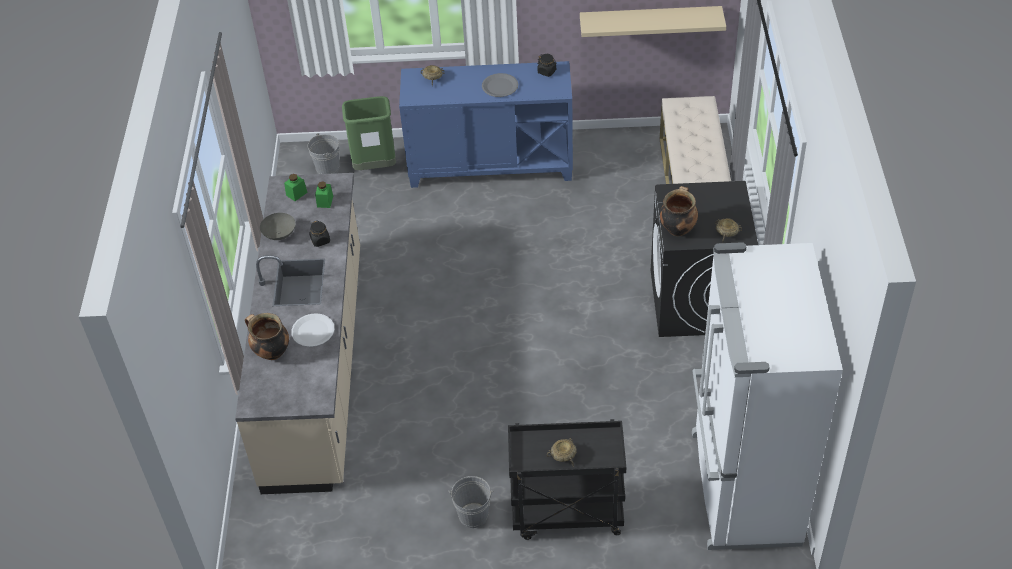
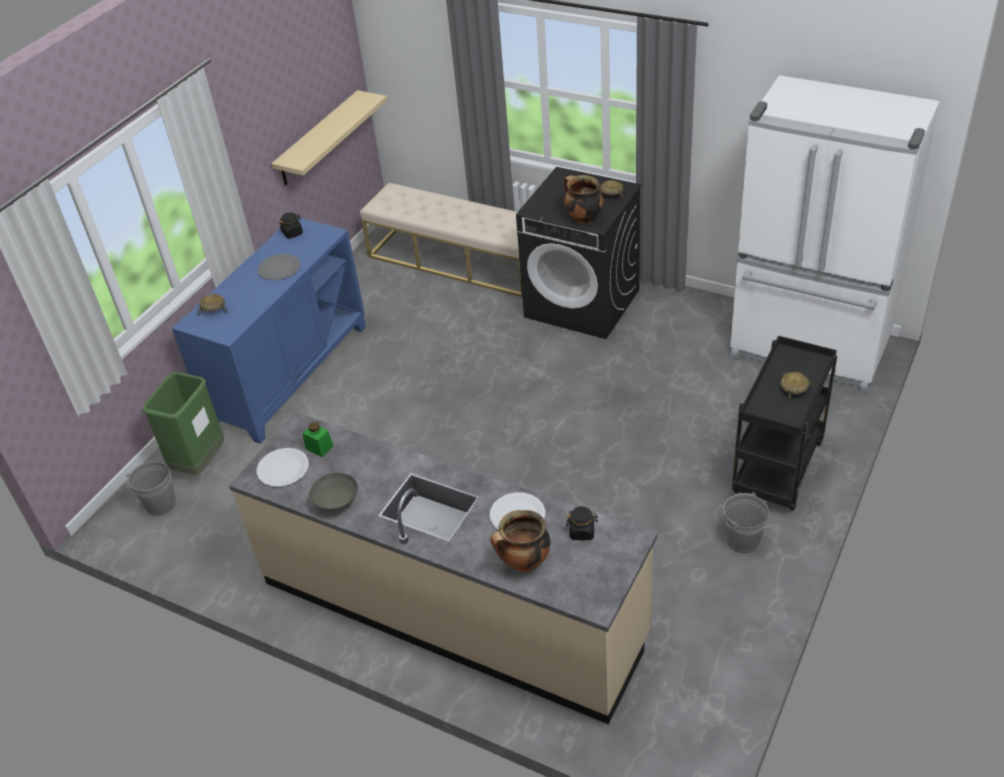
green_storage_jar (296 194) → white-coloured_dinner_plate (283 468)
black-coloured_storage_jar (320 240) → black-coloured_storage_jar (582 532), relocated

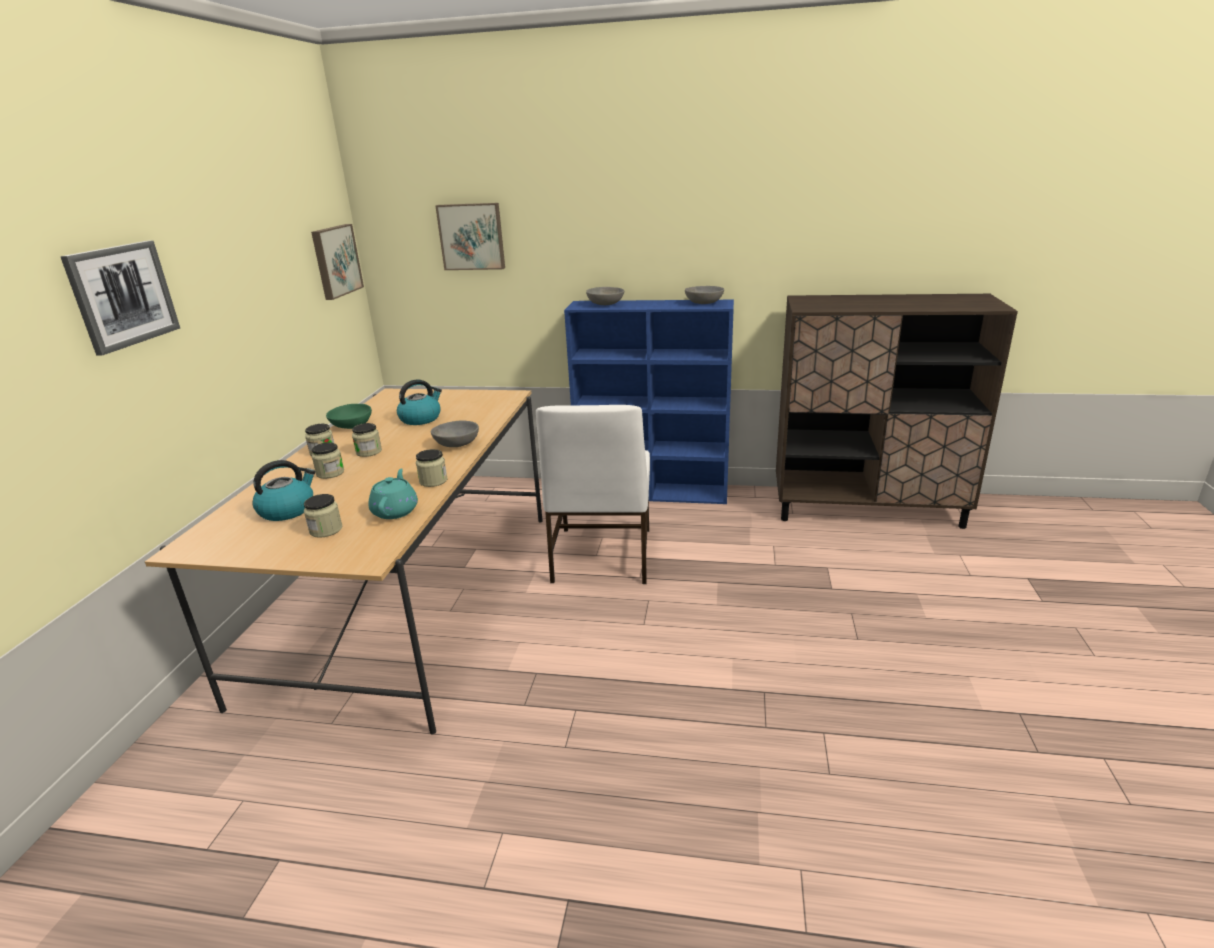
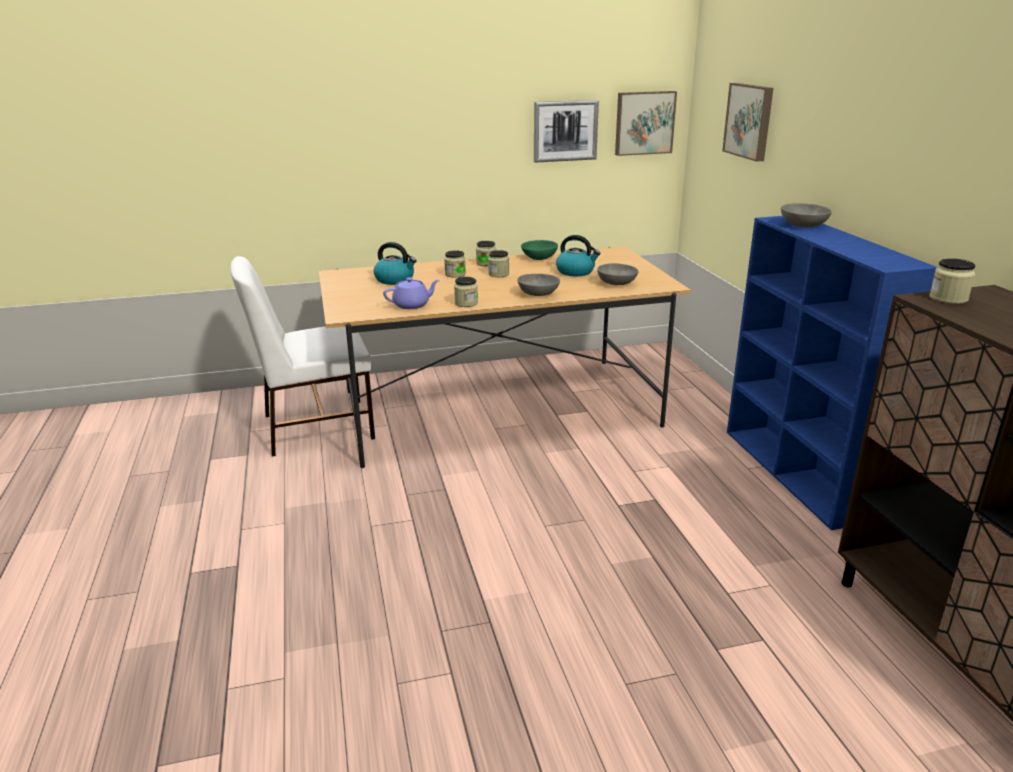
wall_art (122 295) → wall_art (565 131), relocated
gray_deep_dish (704 303) → gray_deep_dish (617 283), relocated
white-coloured_plain_chair (601 556) → white-coloured_plain_chair (315 427), relocated
turquoise_pot_for_tea (395 511) → purple-coloured_pot_for_tea (412 305)
storage_jar (326 530) → storage_jar (948 298), relocated

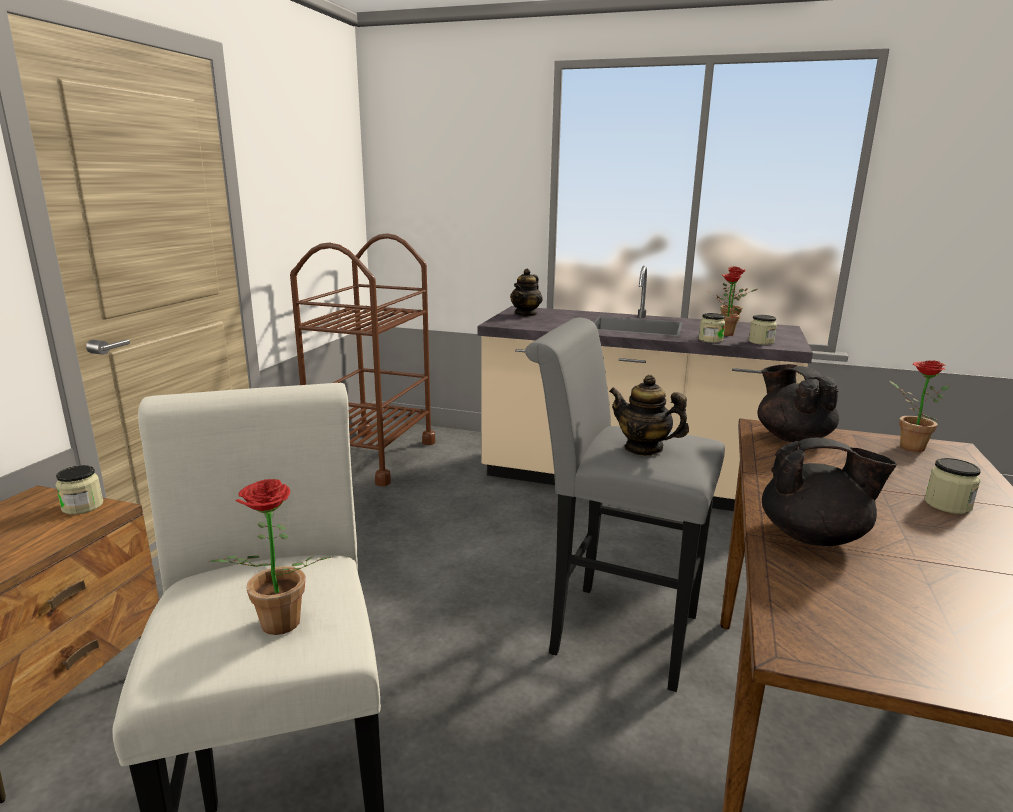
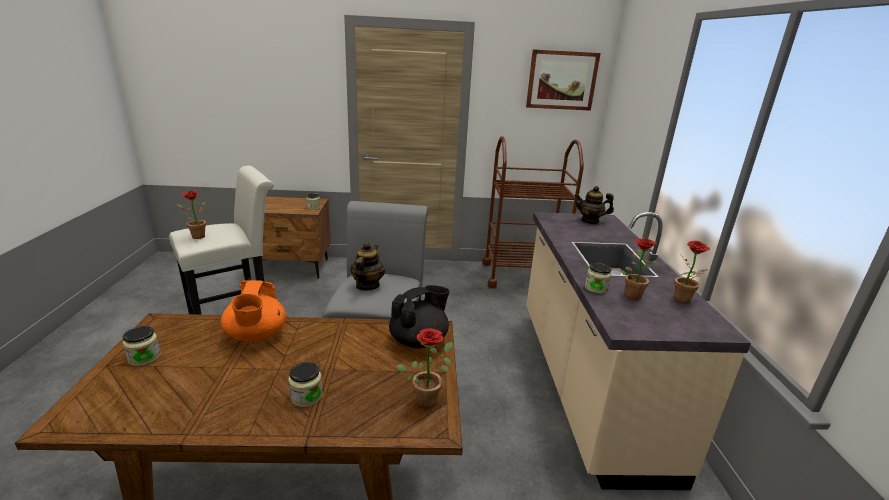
storage_jar (761 342) → storage_jar (144 358), relocated
black-coloured_pot_for_tea (814 536) → orange_pot_for_tea (256 335)
- → wall_art (561 80)

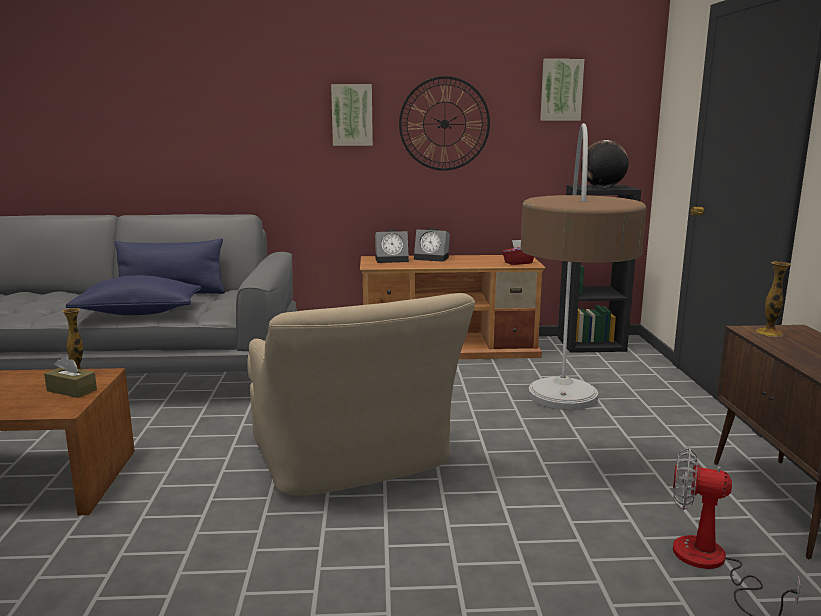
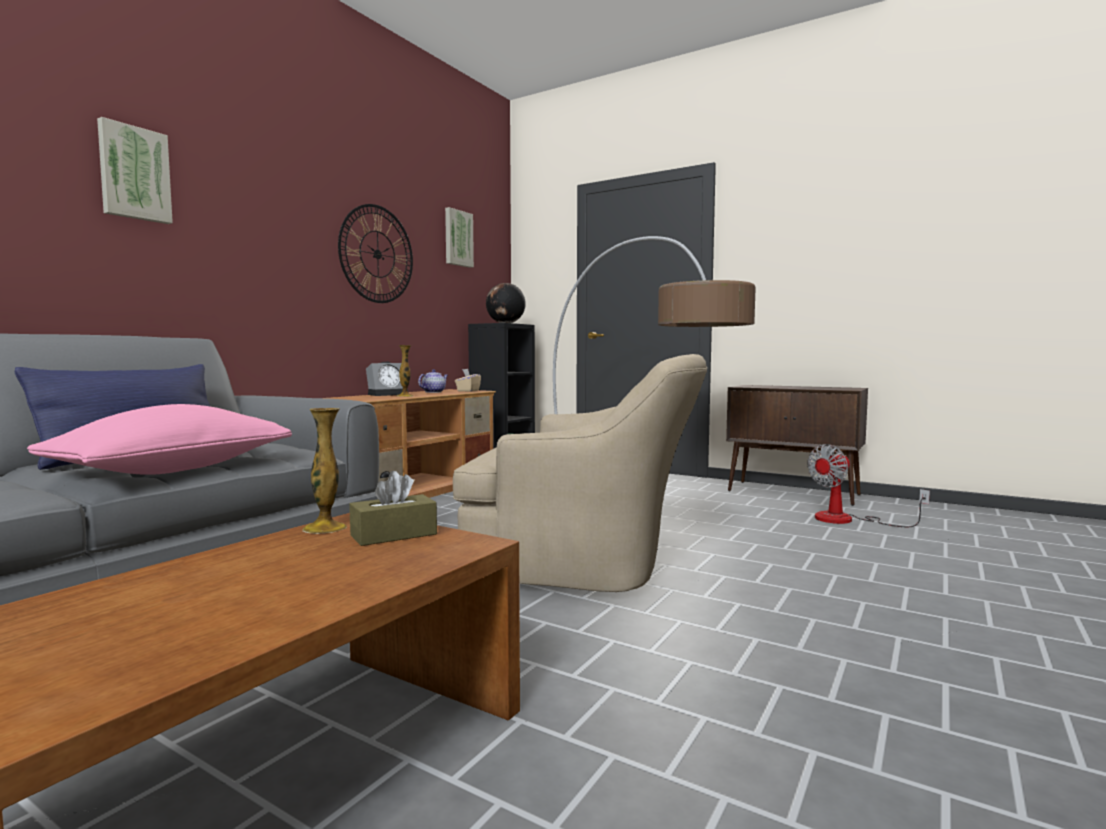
wall_art (352 115) → wall_art (134 173), relocated
bedside_clock (392 260) → -
reddish_tissue_holder (518 263) → sand-coloured_tissue_holder (468 391)
flower_vase (769 332) → flower_vase (404 396), relocated
blue_cushion (138 313) → pink-coloured_cushion (173 470)
- → pot_for_tea (434 392)

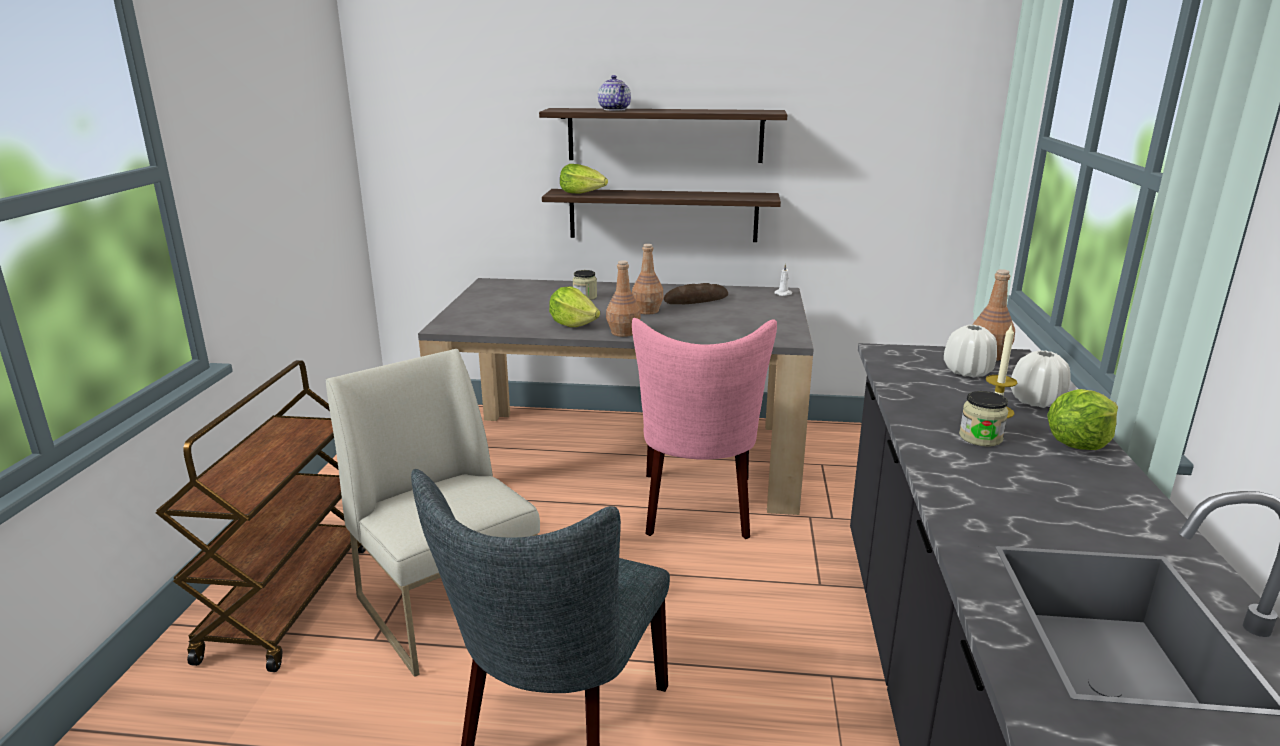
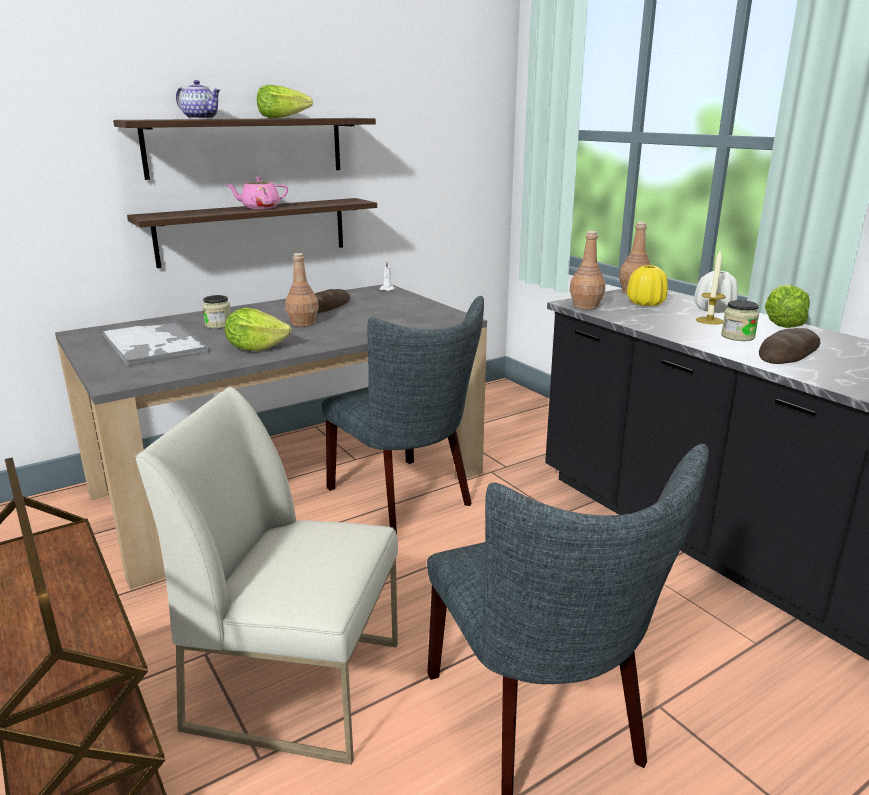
head_of_lettuce (583 193) → head_of_lettuce (283 118), relocated
brown_drink_bottle (623 333) → brown_drink_bottle (585 306), relocated
pink-coloured_plain_chair (697 509) → gray_plain_chair (406 499)
white-coloured_flower_vase (967 372) → yellow_flower_vase (645 303)
- → pink-coloured_pot_for_tea (260 207)
- → serving_tray (154 344)
- → bread (788 353)

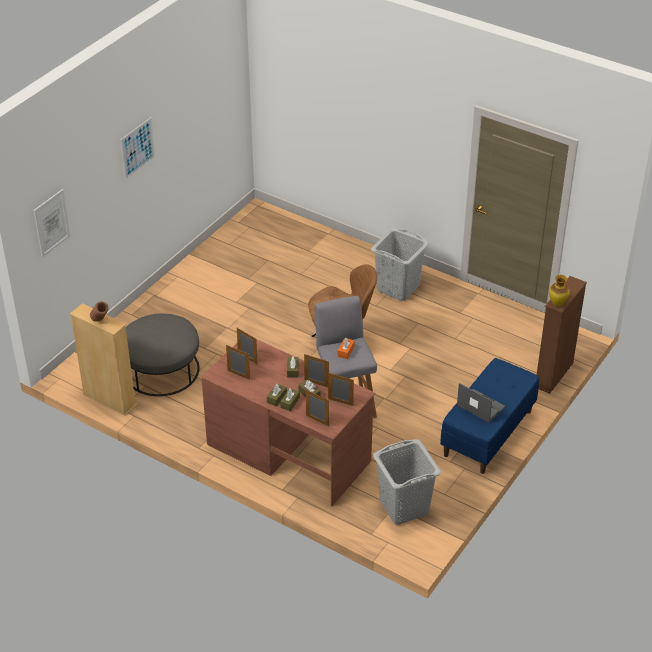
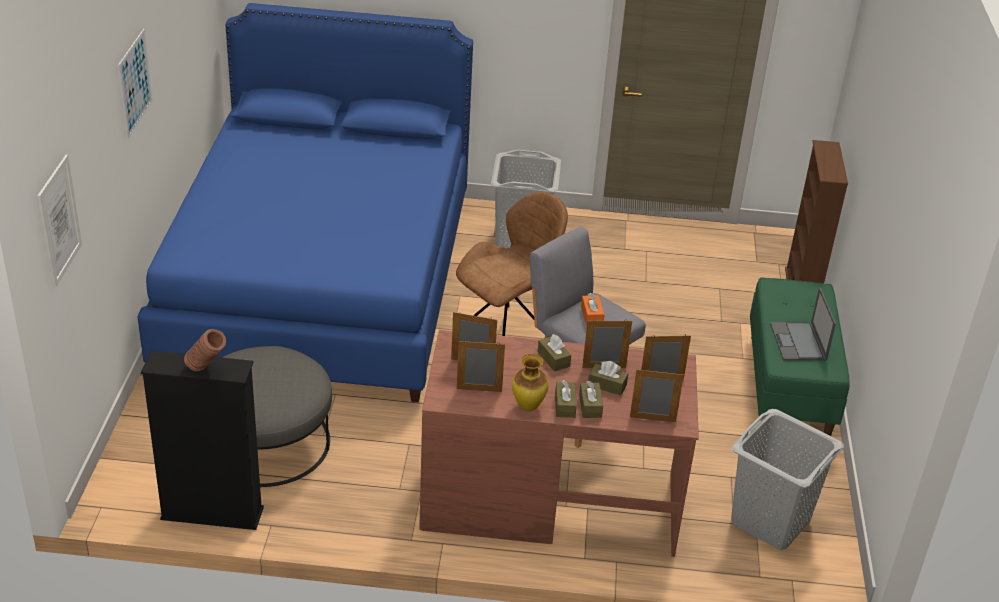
flower_vase (557 304) → flower_vase (529 407), relocated
sand-coloured_bookcase (109 400) → black-coloured_bookcase (212 514)
blue_long_seat (488 433) → green_long_seat (789 387)
portable_computer (480 406) → portable_computer (798 342), 105 degrees counterclockwise
- → blue_sleeping_bed (321 280)

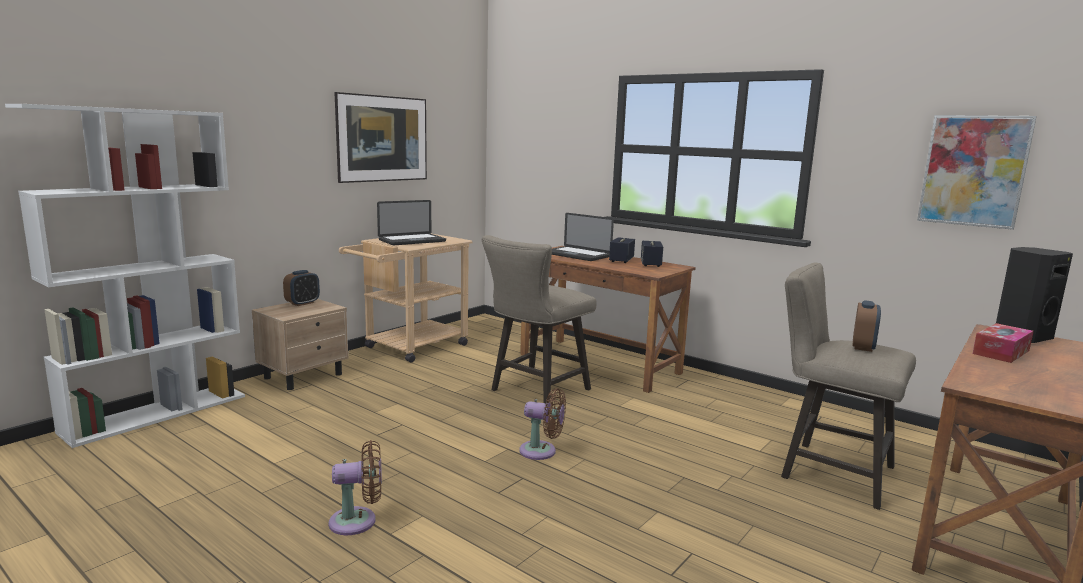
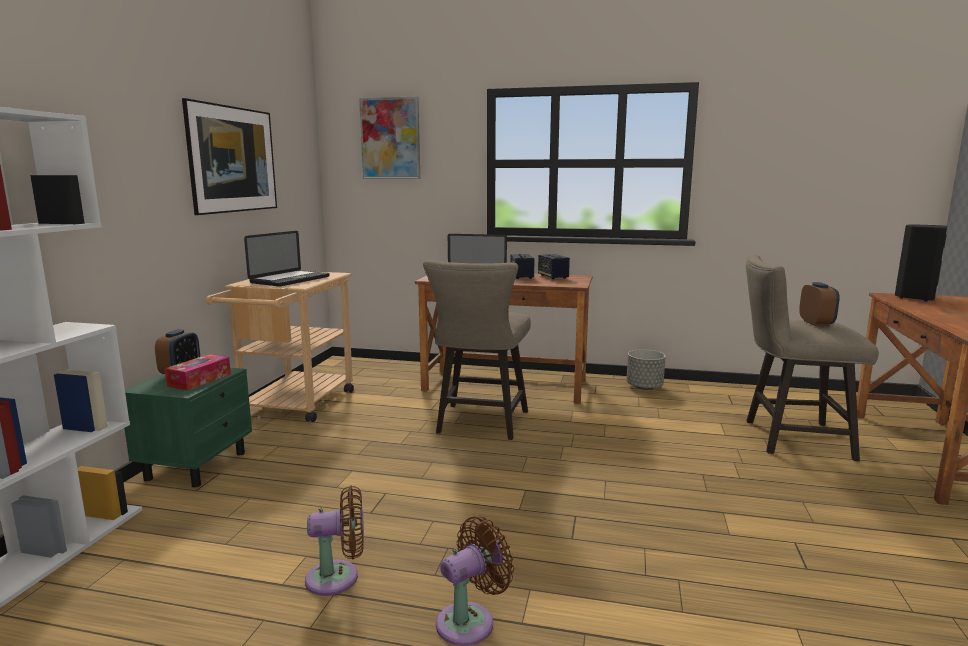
wall_art (973 171) → wall_art (390 138), relocated
sand-coloured_bedside_table (304 376) → green_bedside_table (197 465)
tissue_holder (1001 352) → tissue_holder (199 380), relocated
brown_fan (541 451) → brown_fan (338 578), relocated
- → gray_flower_pot (644 387)

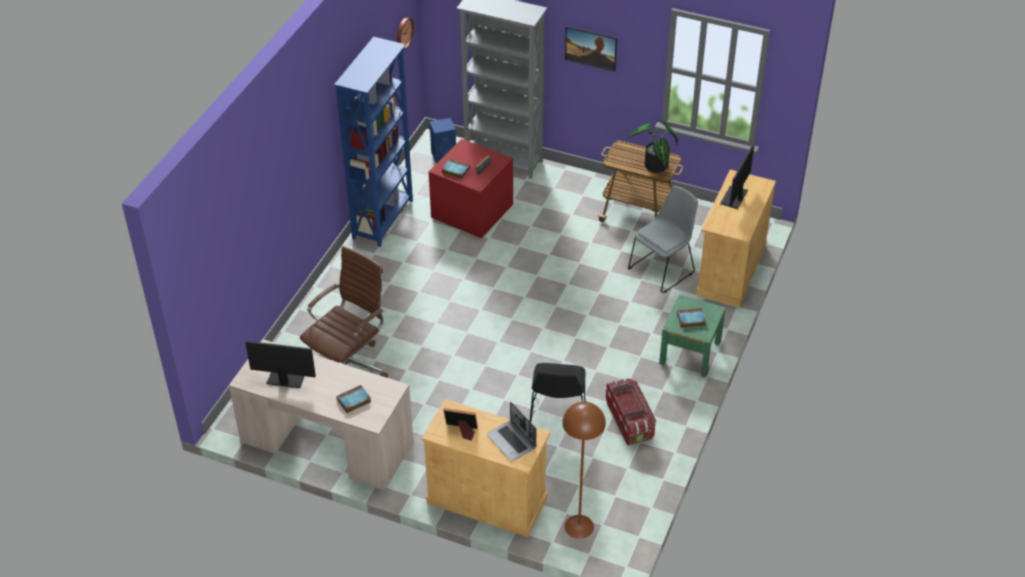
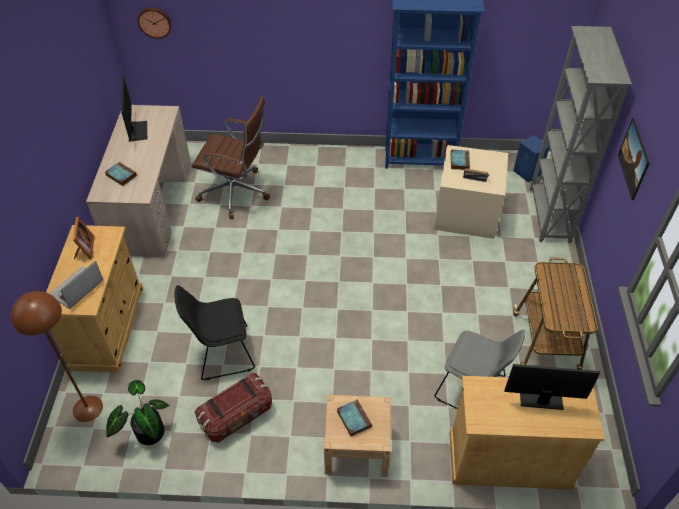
wall_clock (403 33) → wall_clock (155 22), relocated
plant_in_a_pot (655 167) → plant_in_a_pot (146 432), relocated
reddish_storage_box (472 211) → sand-coloured_storage_box (465 213)
green_bedside_table (690 352) → sand-coloured_bedside_table (356 449)

